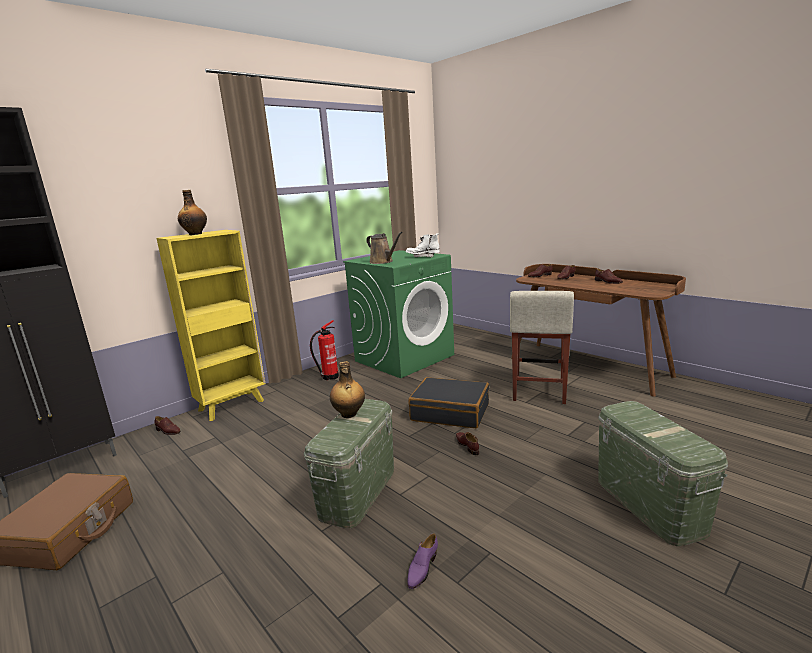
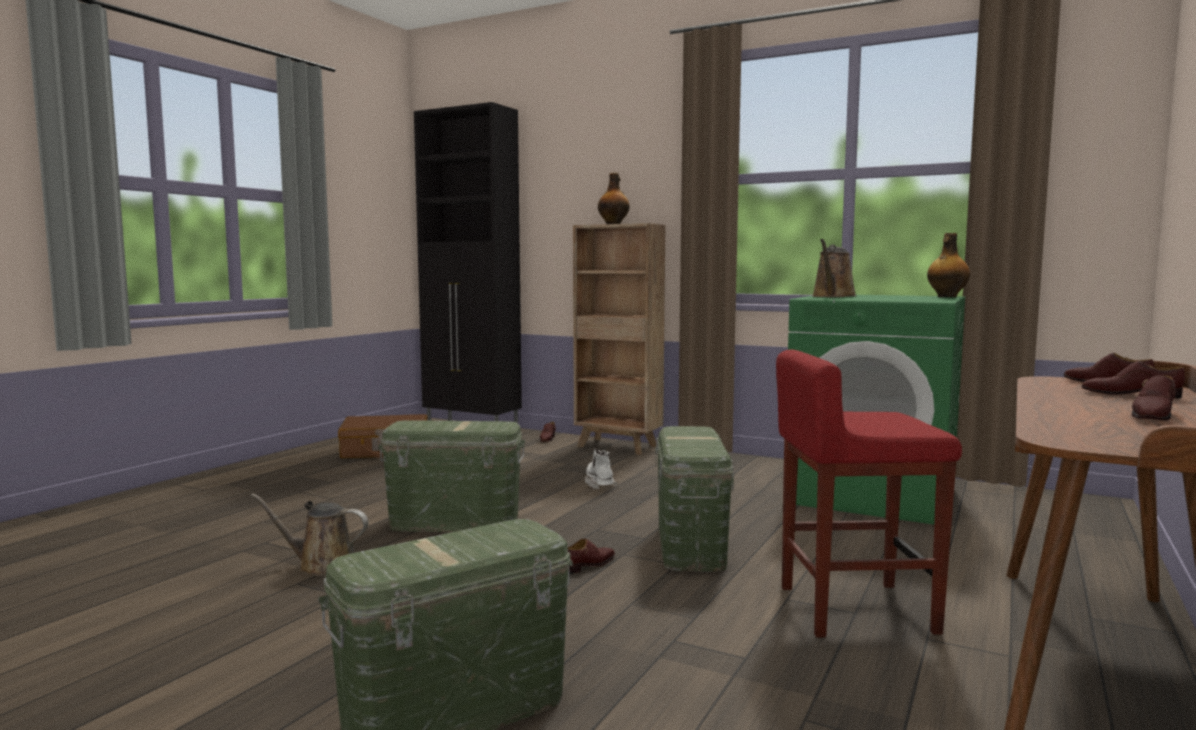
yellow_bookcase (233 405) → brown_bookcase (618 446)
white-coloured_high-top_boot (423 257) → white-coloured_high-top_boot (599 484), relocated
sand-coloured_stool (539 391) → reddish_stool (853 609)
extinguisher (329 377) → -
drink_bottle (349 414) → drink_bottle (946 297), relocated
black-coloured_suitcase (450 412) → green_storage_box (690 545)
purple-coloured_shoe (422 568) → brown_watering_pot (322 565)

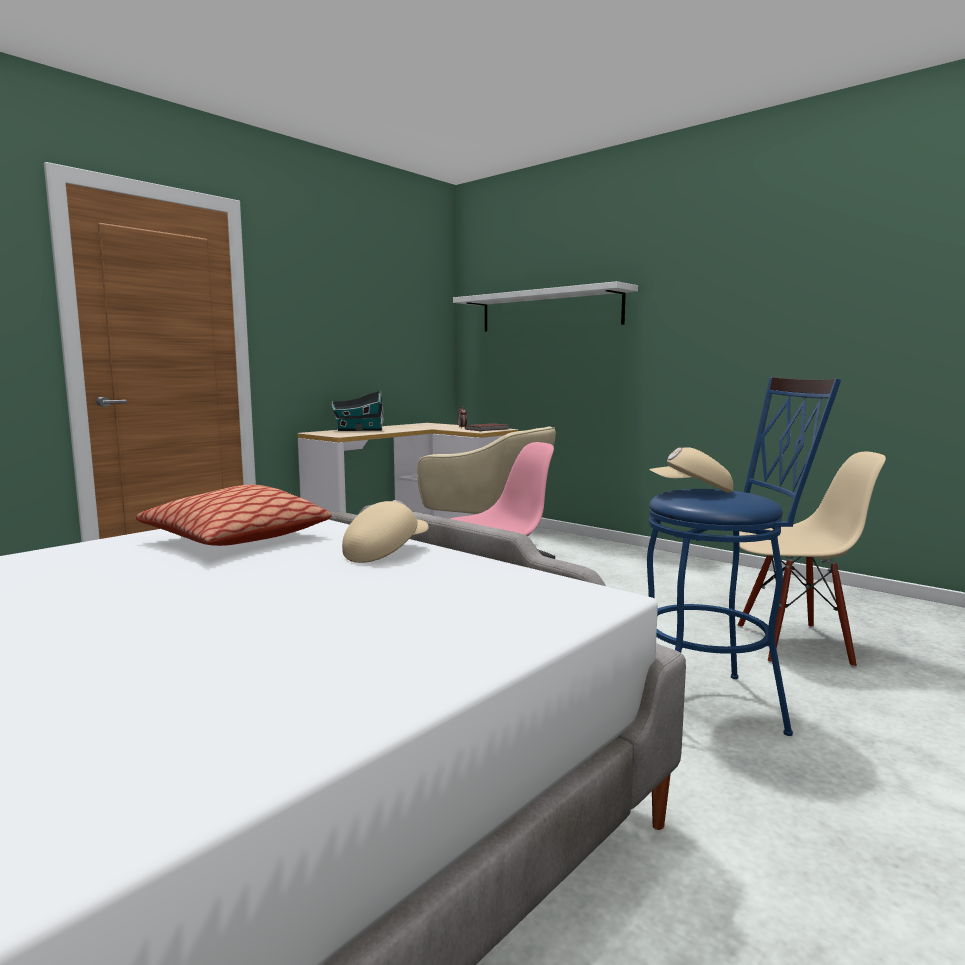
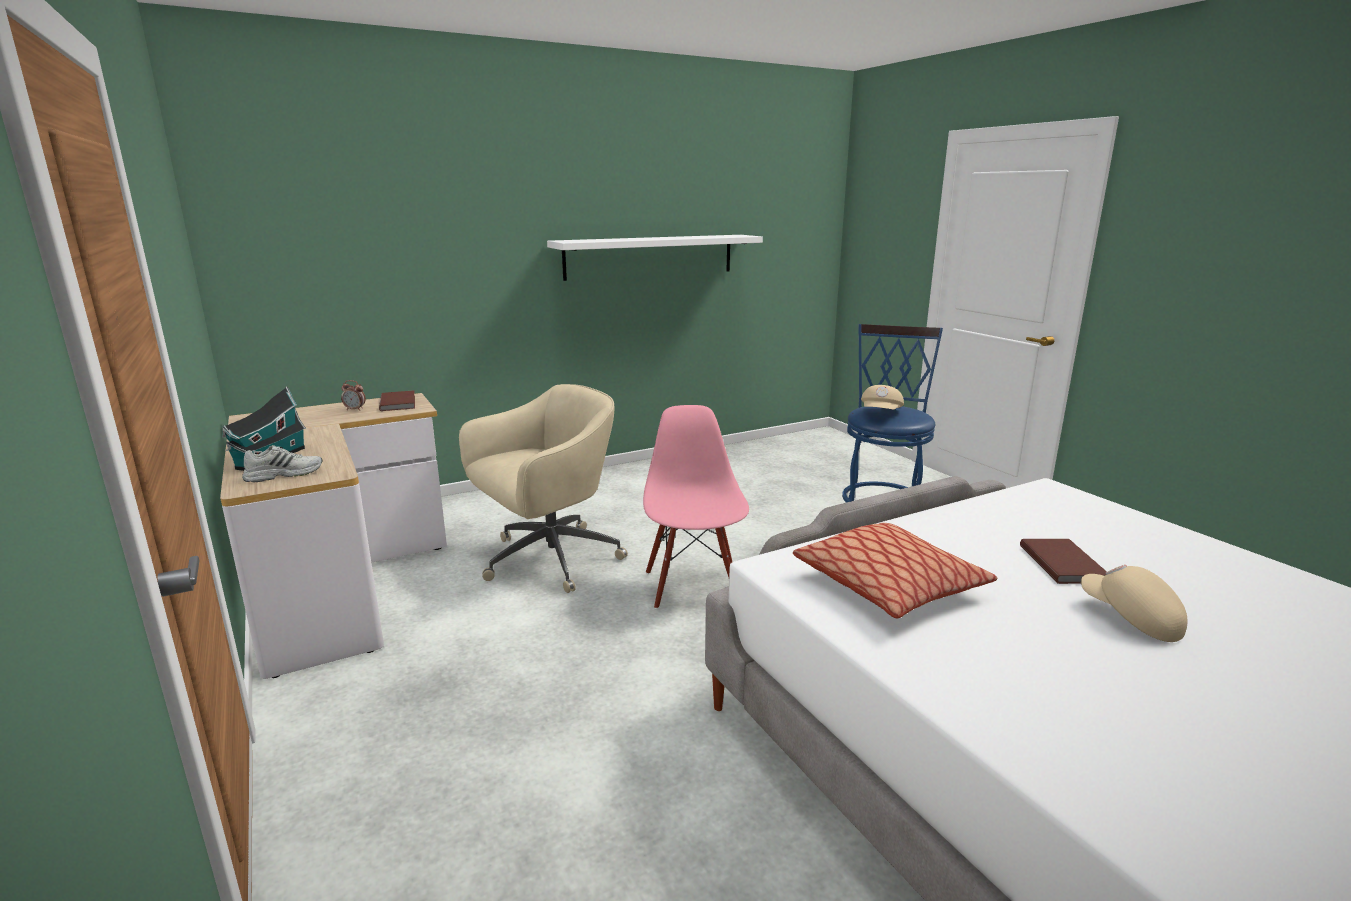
white-coloured_bracket_shelf (549 310) → white-coloured_bracket_shelf (650 256), relocated
sand-coloured_plain_chair (793 644) → -
sand-coloured_peaked_cap (385 552) → sand-coloured_peaked_cap (1129 619), relocated
- → white-coloured_shoe (284 474)
- → brown_bound_book (1063 563)

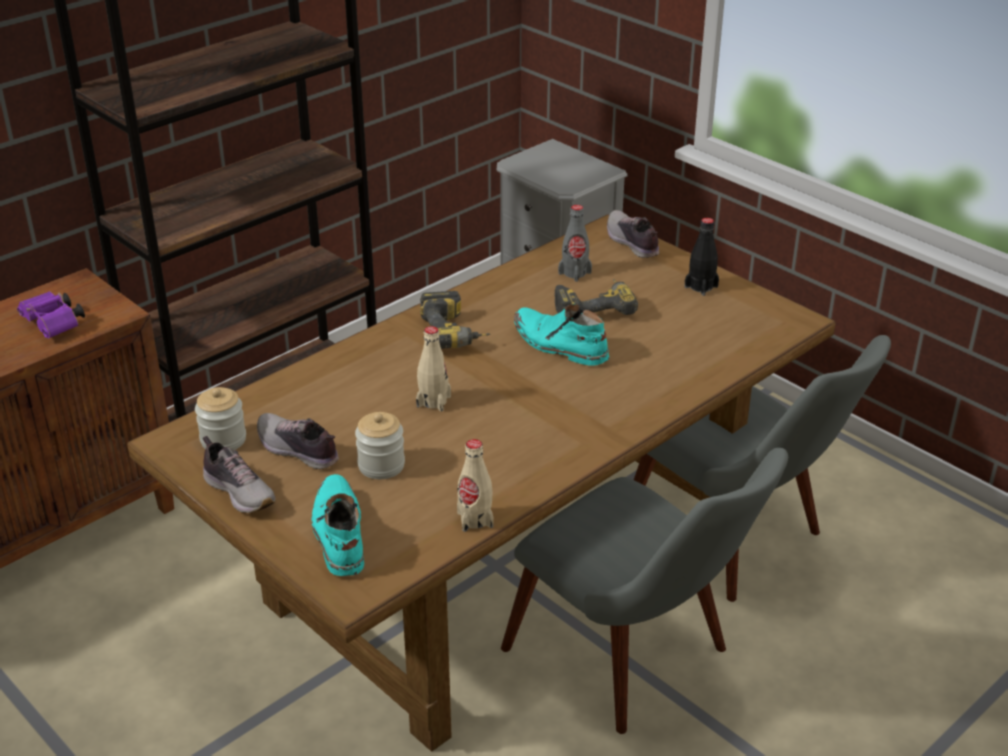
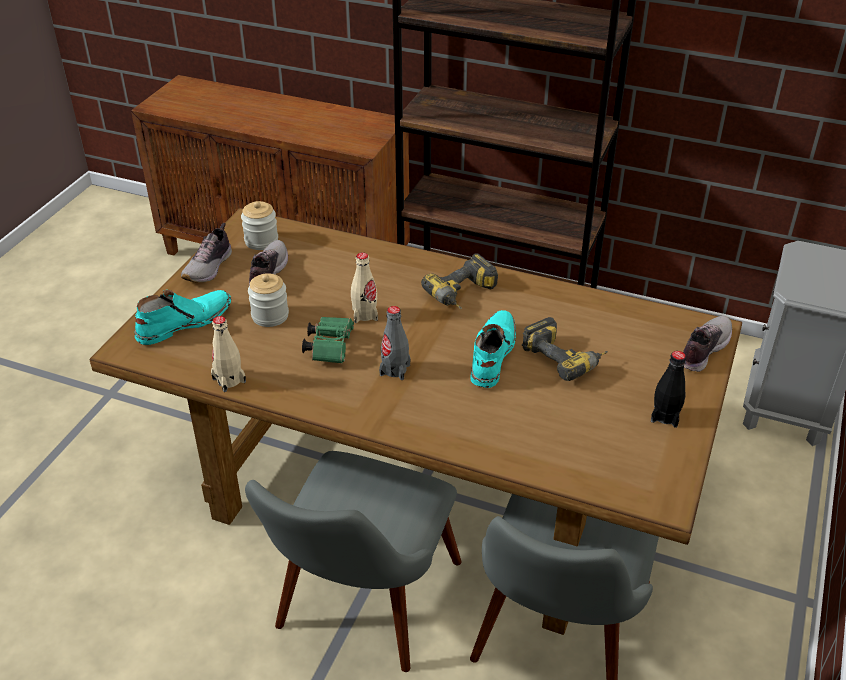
gray_drink_bottle (574 273) → gray_drink_bottle (395 370), relocated
purple-coloured_pair_of_binoculars (54 325) → -
- → green_pair_of_binoculars (330 347)

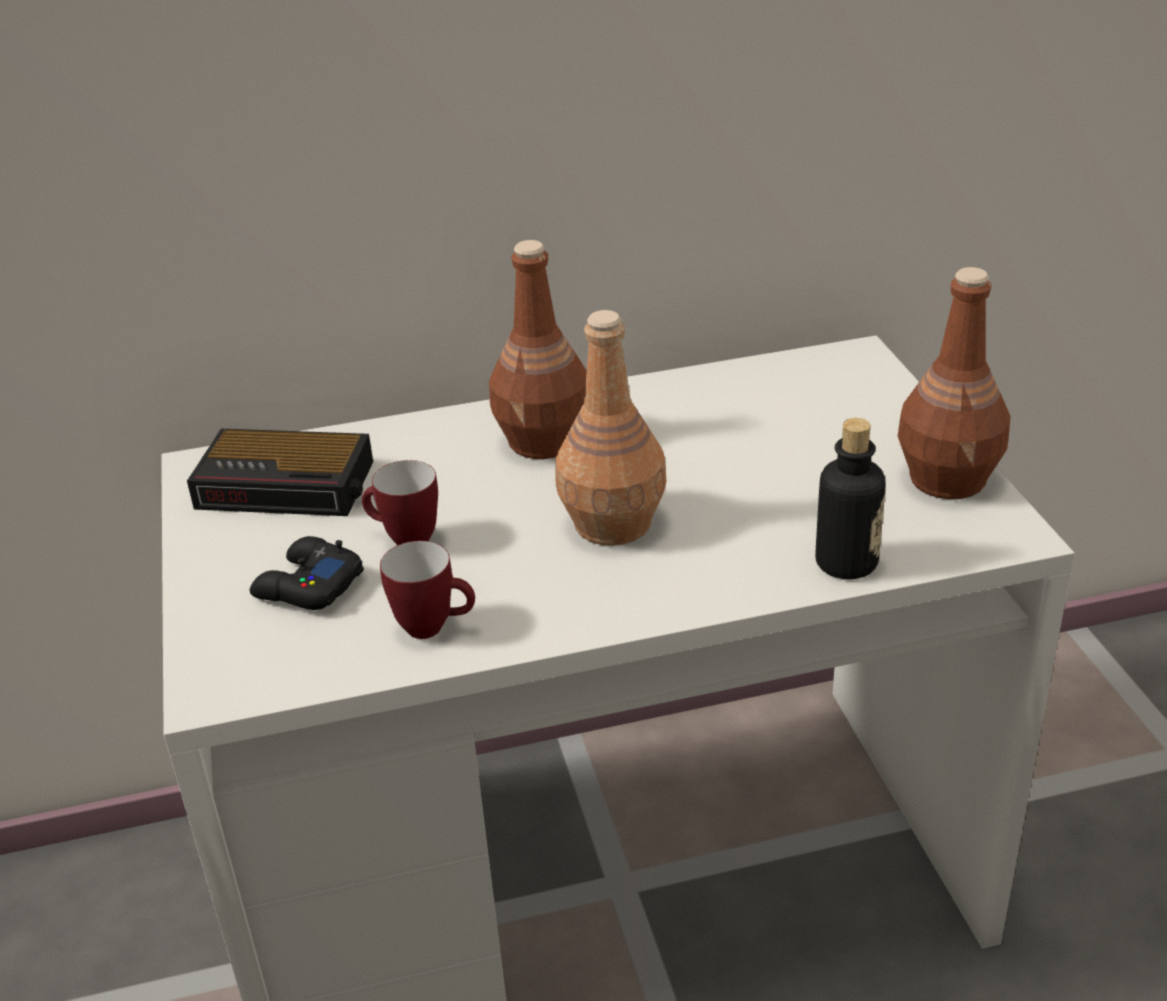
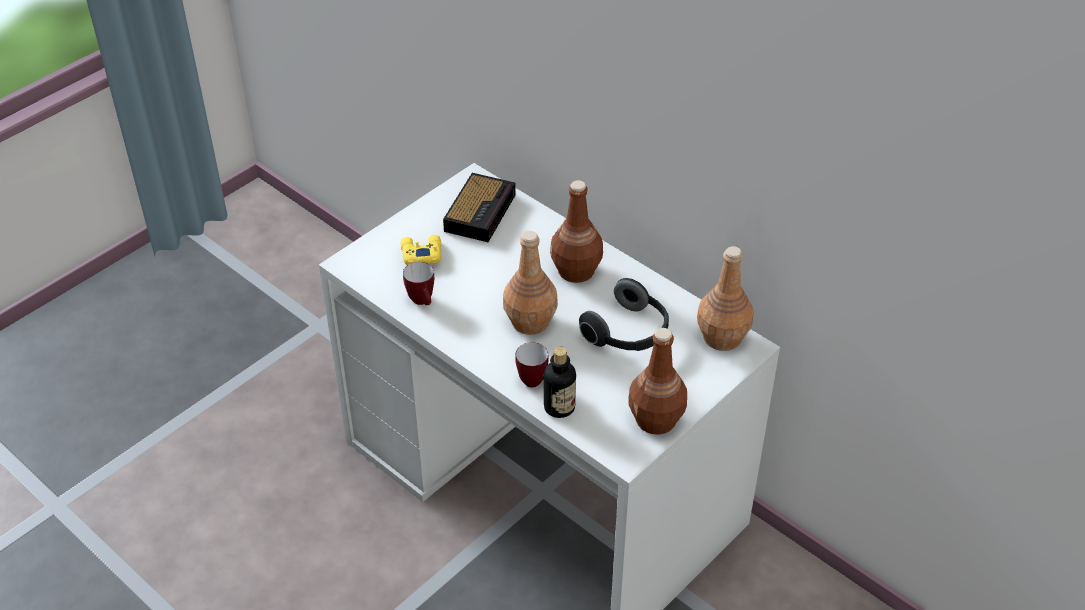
bedside_clock (289 485) → bedside_clock (481 211), 135 degrees counterclockwise
tea_mug (404 540) → tea_mug (530 378), relocated
black-coloured_gamepad (307 586) → yellow_gamepad (421 254)
- → brown_drink_bottle (721 337)
- → pair_of_headphones (628 333)

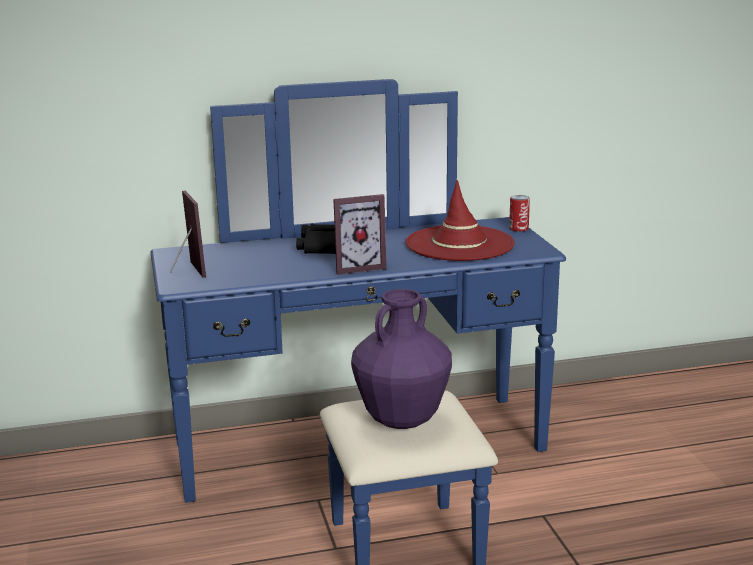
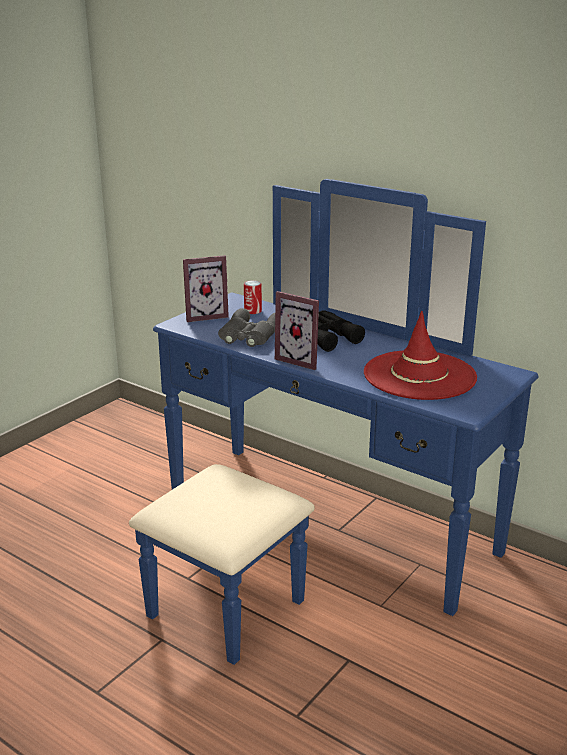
picture_frame (185 271) → picture_frame (205 315), 45 degrees clockwise
sealed_can (518 229) → sealed_can (253 311), relocated
purple-coloured_flower_vase (401 421) → -
- → gray_pair_of_binoculars (249 336)

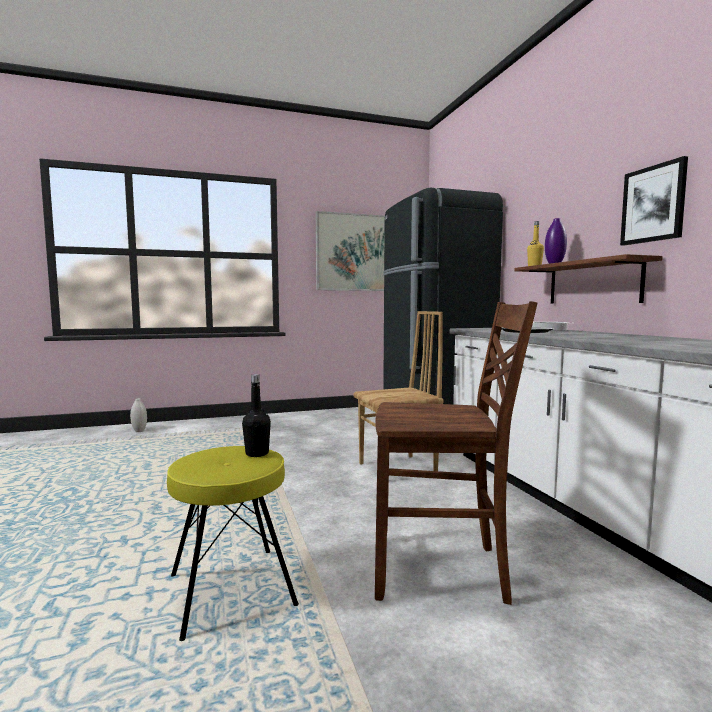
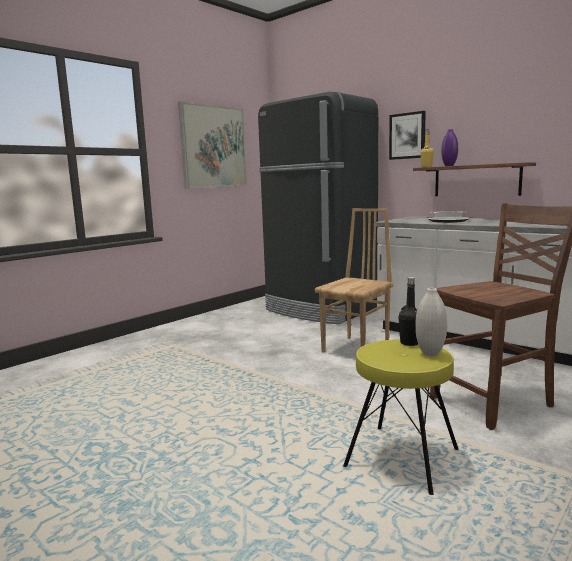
wall_art (653 204) → wall_art (407 136), relocated
white-coloured_flower_vase (139 431) → white-coloured_flower_vase (430 353), relocated

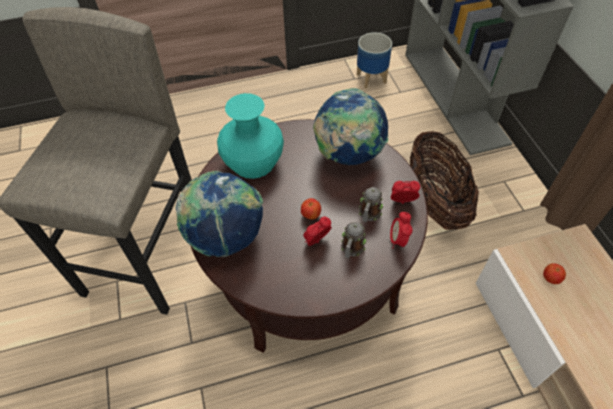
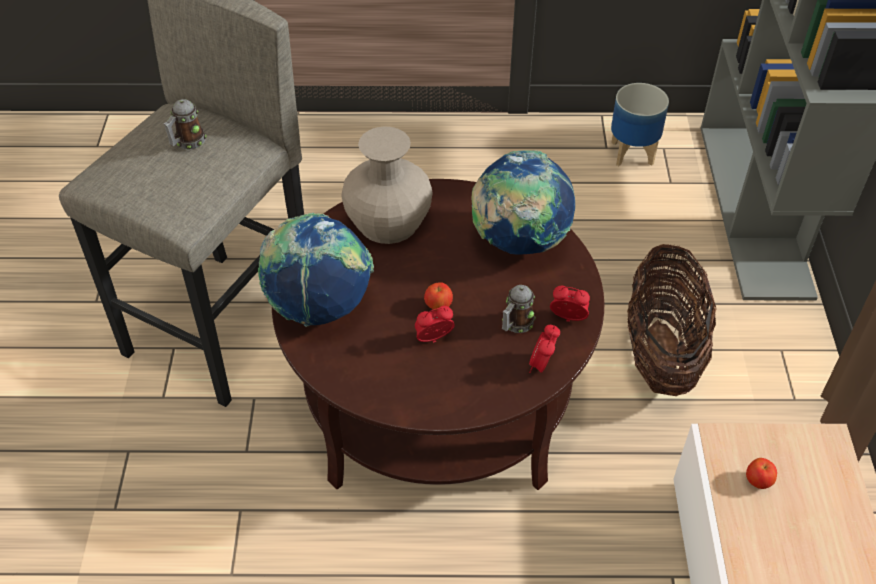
turquoise_flower_vase (253 161) → sand-coloured_flower_vase (388 222)
tea_mug (351 249) → tea_mug (187 142), relocated

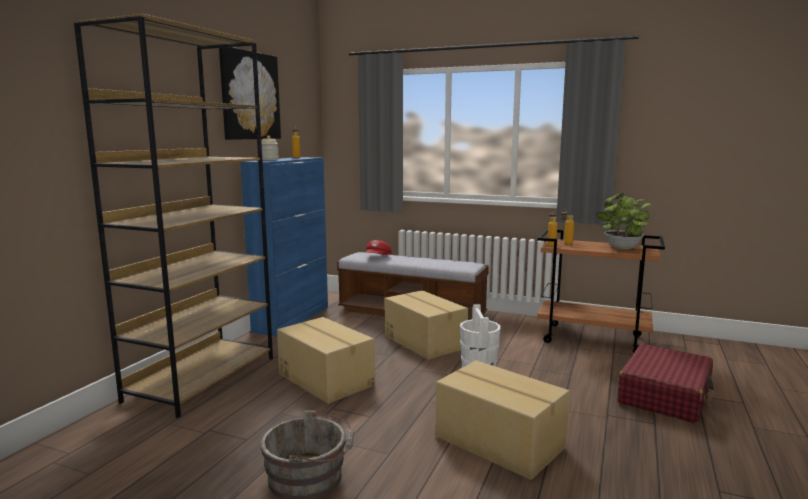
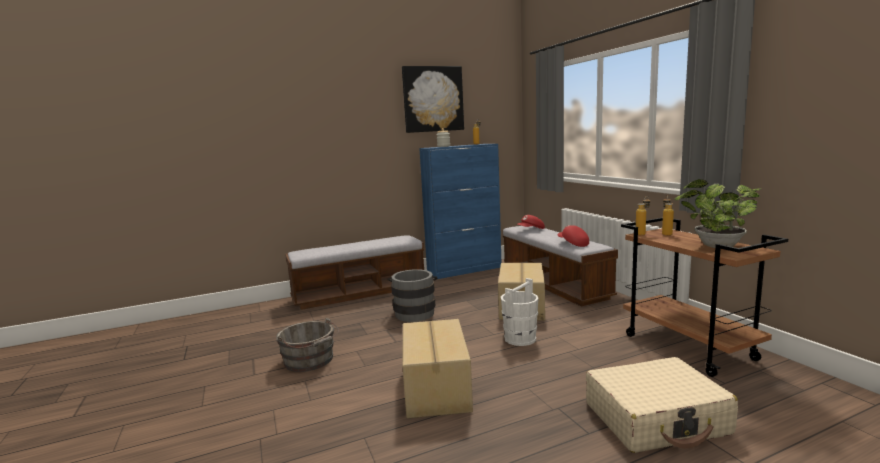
brown_bookcase (202 378) → long_seat (360 293)
packing_box (326 379) → gray_bucket (414 312)
reddish_suitcase (665 395) → sand-coloured_suitcase (656 419)
- → reddish_peaked_cap (572 243)

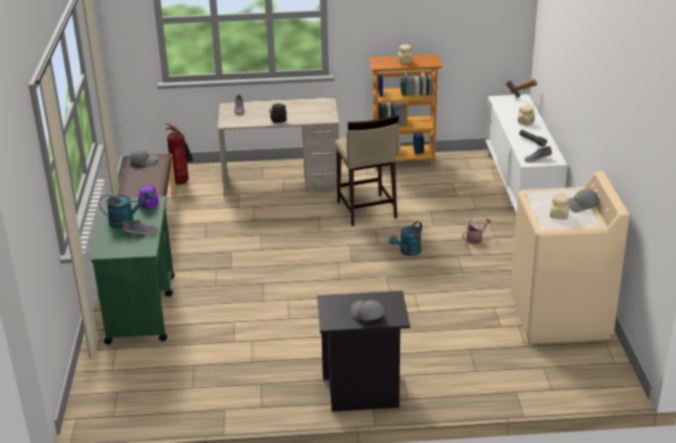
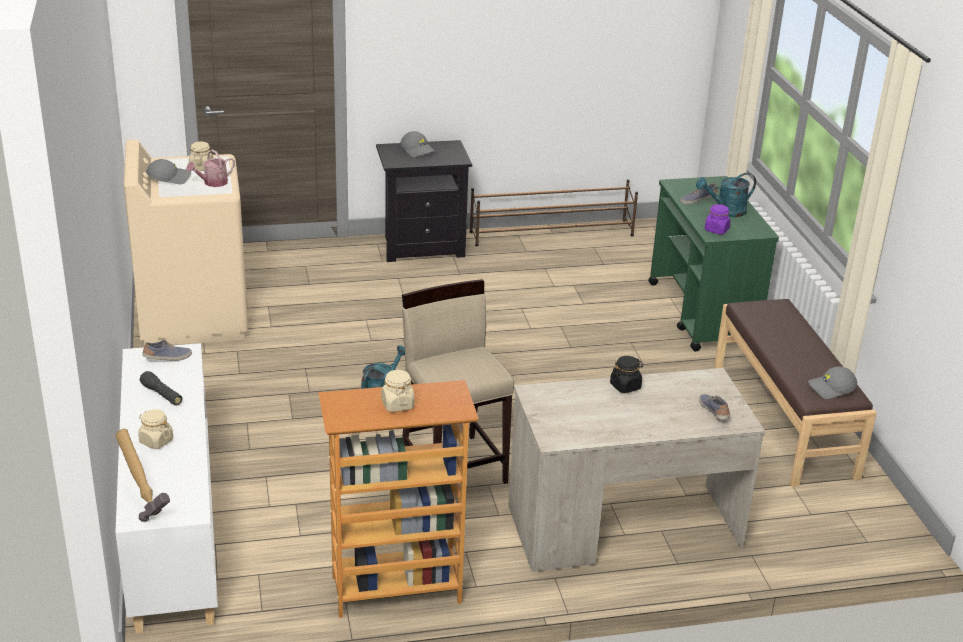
extinguisher (182 182) → -
watering_pot (476 239) → watering_pot (212 183), relocated
- → brown_shoe_shelf (552 234)

